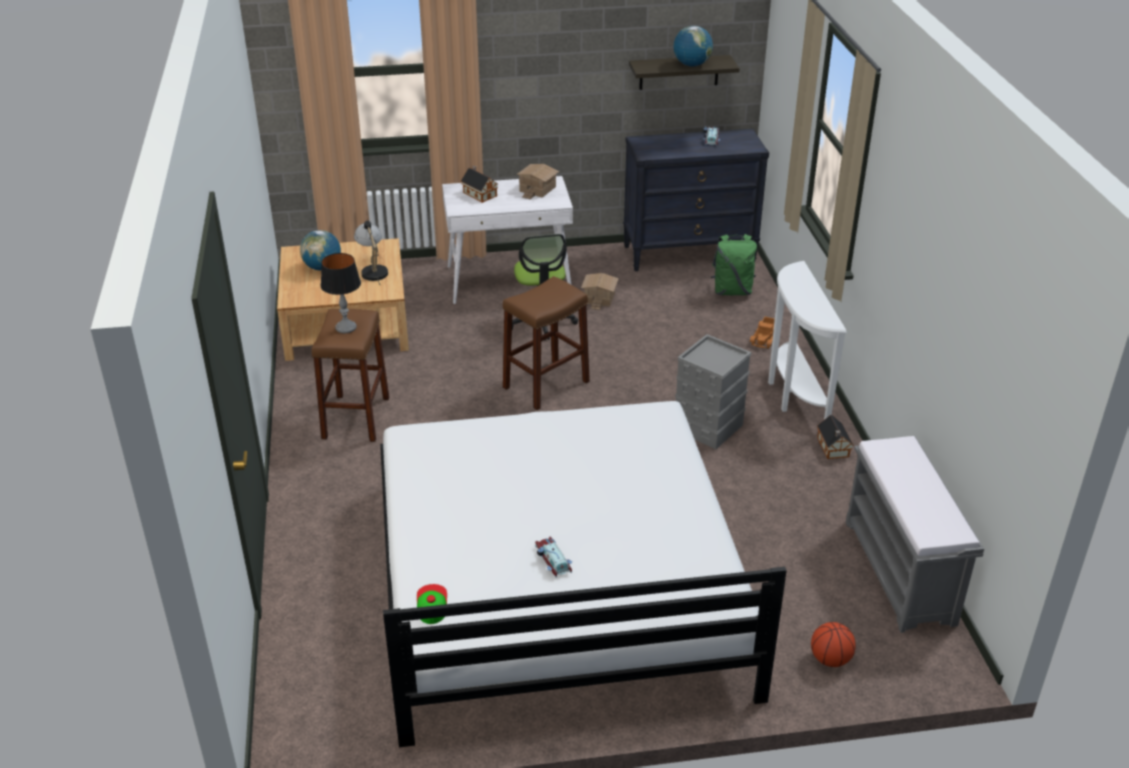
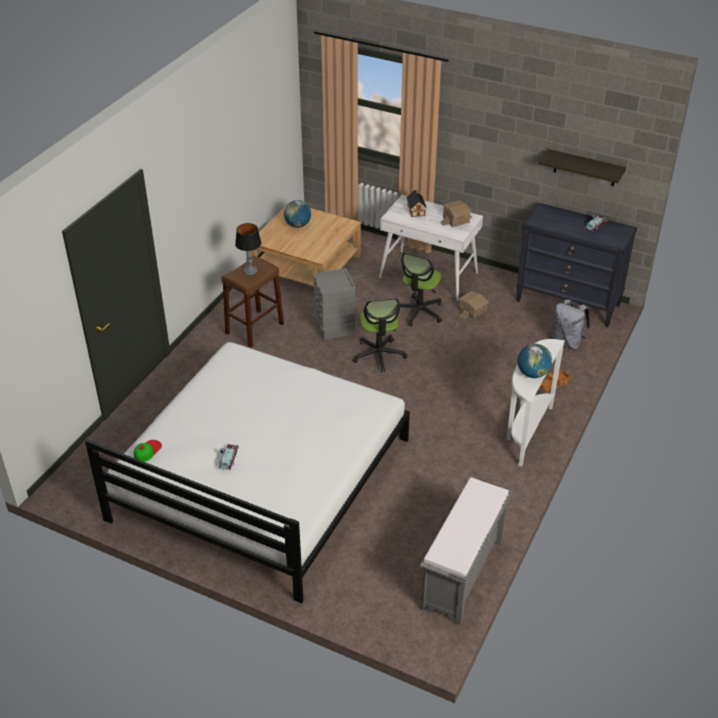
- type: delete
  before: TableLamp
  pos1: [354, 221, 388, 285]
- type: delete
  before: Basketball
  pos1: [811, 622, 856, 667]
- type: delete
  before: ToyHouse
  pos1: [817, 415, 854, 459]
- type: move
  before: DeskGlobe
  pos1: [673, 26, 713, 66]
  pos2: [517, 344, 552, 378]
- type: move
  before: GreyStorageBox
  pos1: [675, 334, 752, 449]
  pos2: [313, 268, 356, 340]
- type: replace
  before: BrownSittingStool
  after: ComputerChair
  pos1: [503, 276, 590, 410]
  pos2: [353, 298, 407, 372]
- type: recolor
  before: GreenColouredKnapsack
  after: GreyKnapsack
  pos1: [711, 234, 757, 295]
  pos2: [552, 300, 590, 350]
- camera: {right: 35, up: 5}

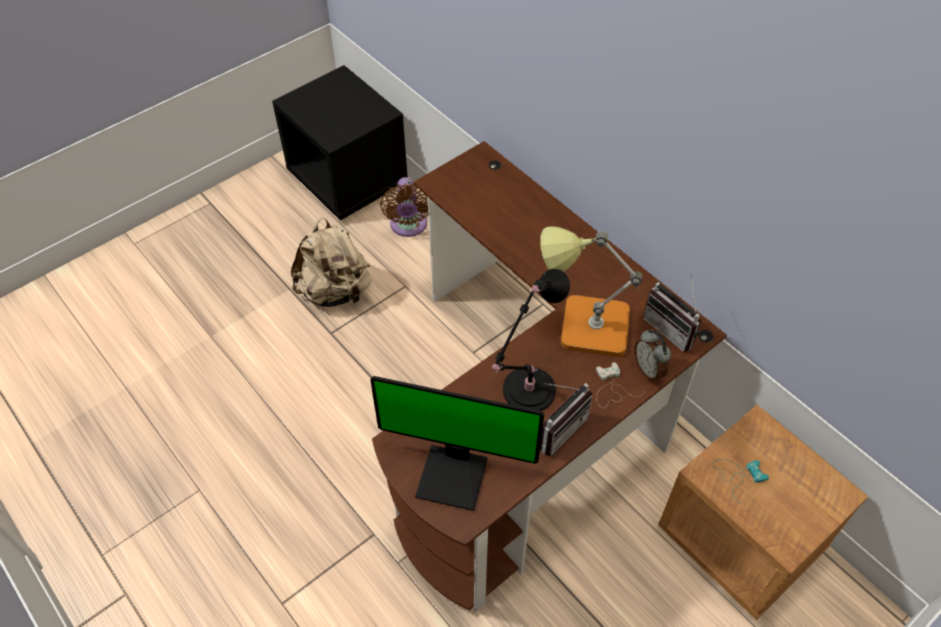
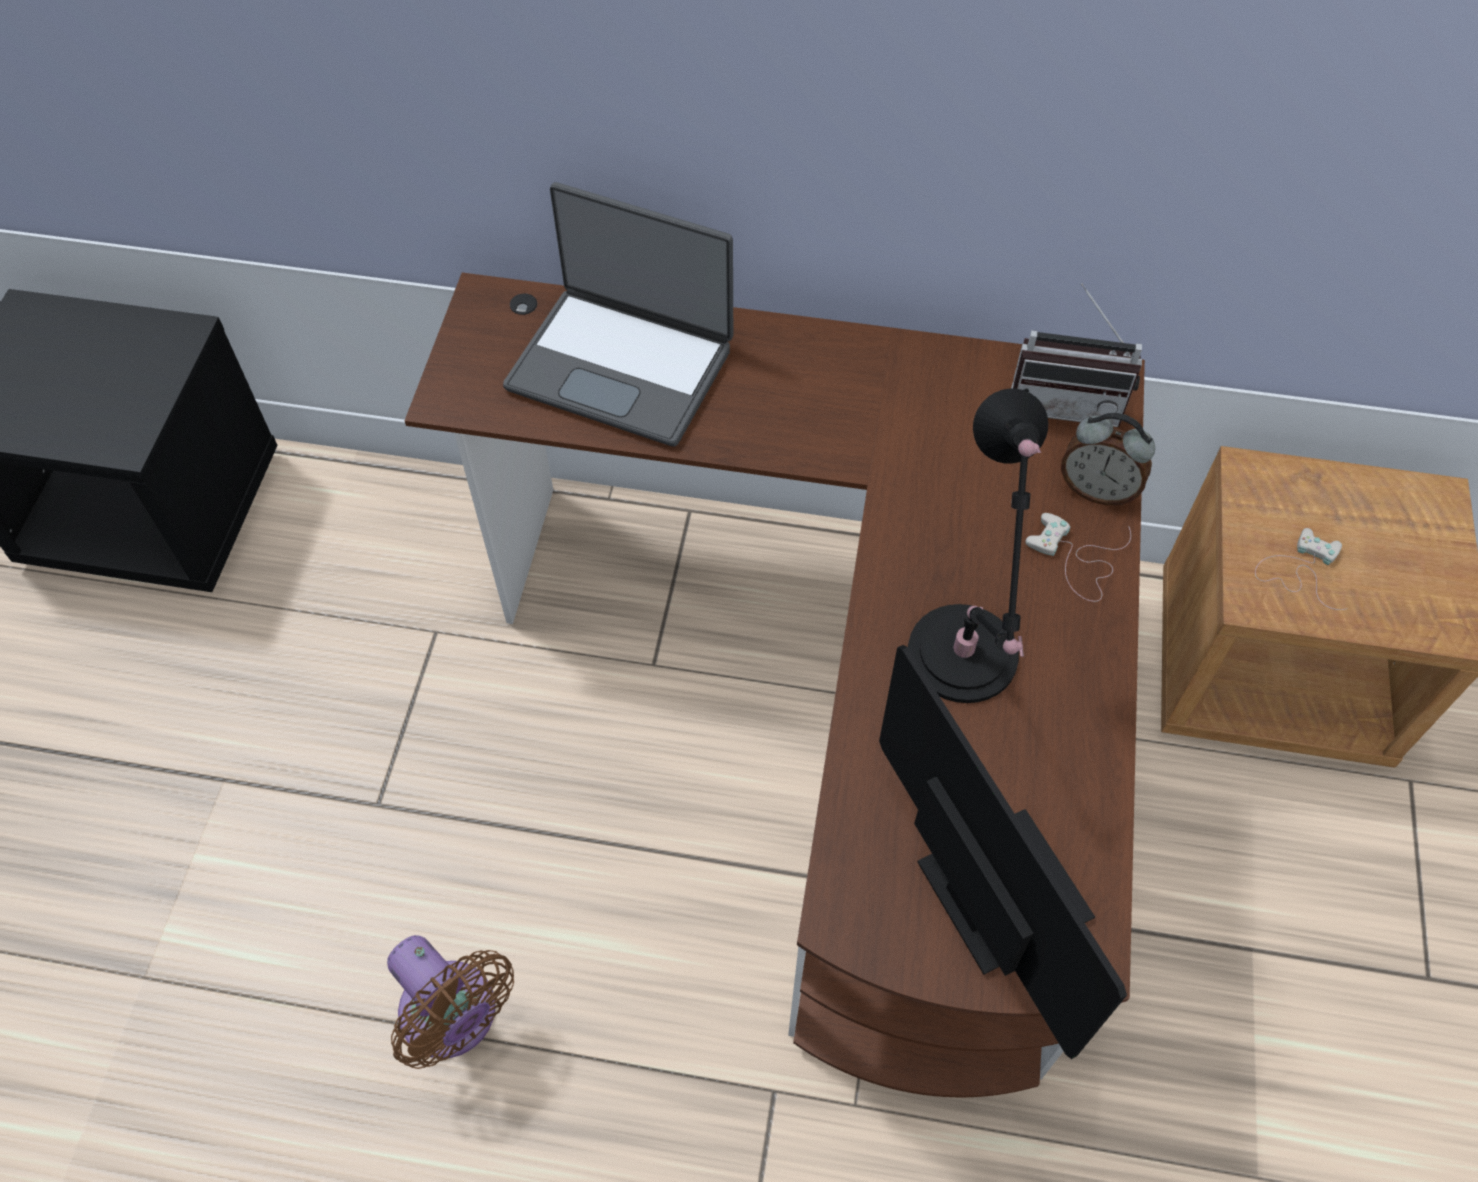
- type: delete
  before: BeigeColouredKnapsack
  pos1: [291, 217, 372, 307]
- type: delete
  before: TableLamp
  pos1: [540, 226, 642, 357]
- type: delete
  before: Radio
  pos1: [540, 383, 593, 456]
- type: insert
  after: PortableComputer
  pos2: [503, 182, 733, 446]
- type: move
  before: BrownFan
  pos1: [380, 177, 428, 237]
  pos2: [387, 935, 514, 1069]
- type: recolor
  before: TurquoiseJoypad
  after: WhitishJoypad
  pos1: [713, 459, 769, 504]
  pos2: [1255, 528, 1347, 610]
- type: rotate
  before: Monitor
  pos1: [370, 376, 544, 511]
  pos2: [879, 645, 1127, 1059]
  turn: -90
- camera: {right: -40, up: 5}

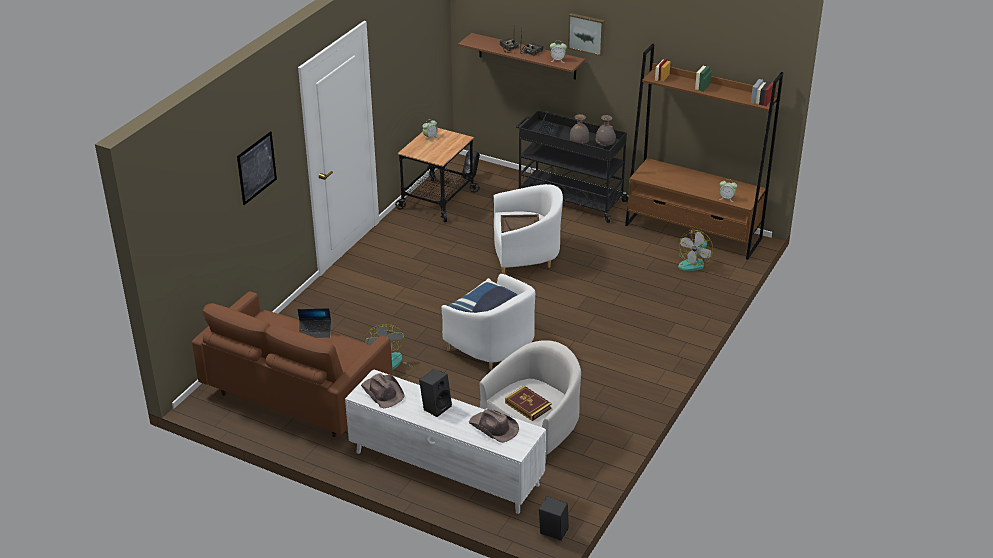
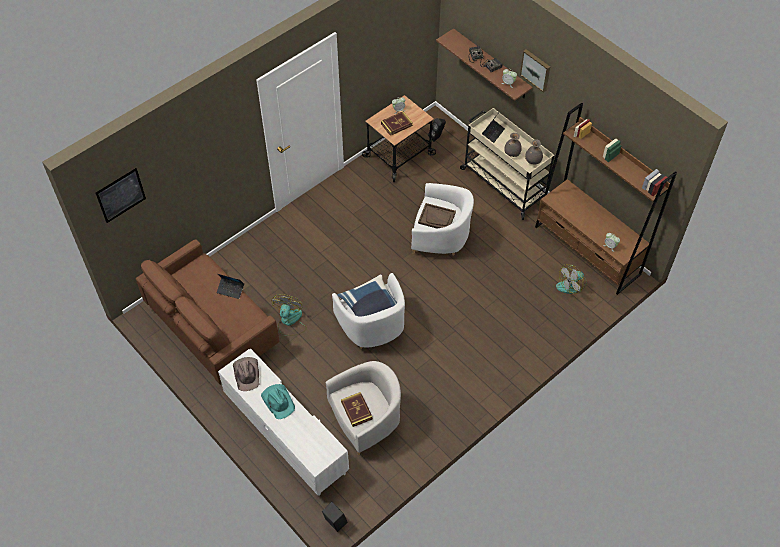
- type: delete
  before: BrownWearableHat
  pos1: [469, 409, 519, 443]
- type: insert
  after: BoundBook
  pos2: [381, 112, 413, 136]
- type: move
  before: Picture
  pos1: [237, 131, 277, 205]
  pos2: [96, 168, 146, 223]
- type: replace
  before: BlackAudioSpeaker
  after: TurquoiseWearableHat
  pos1: [419, 369, 452, 417]
  pos2: [261, 384, 295, 419]
- type: recolor
  before: BlackTrolley
  after: BeigeColouredTrolley
  pos1: [516, 110, 629, 223]
  pos2: [460, 108, 554, 220]
- camera: {right: 20, up: 20}

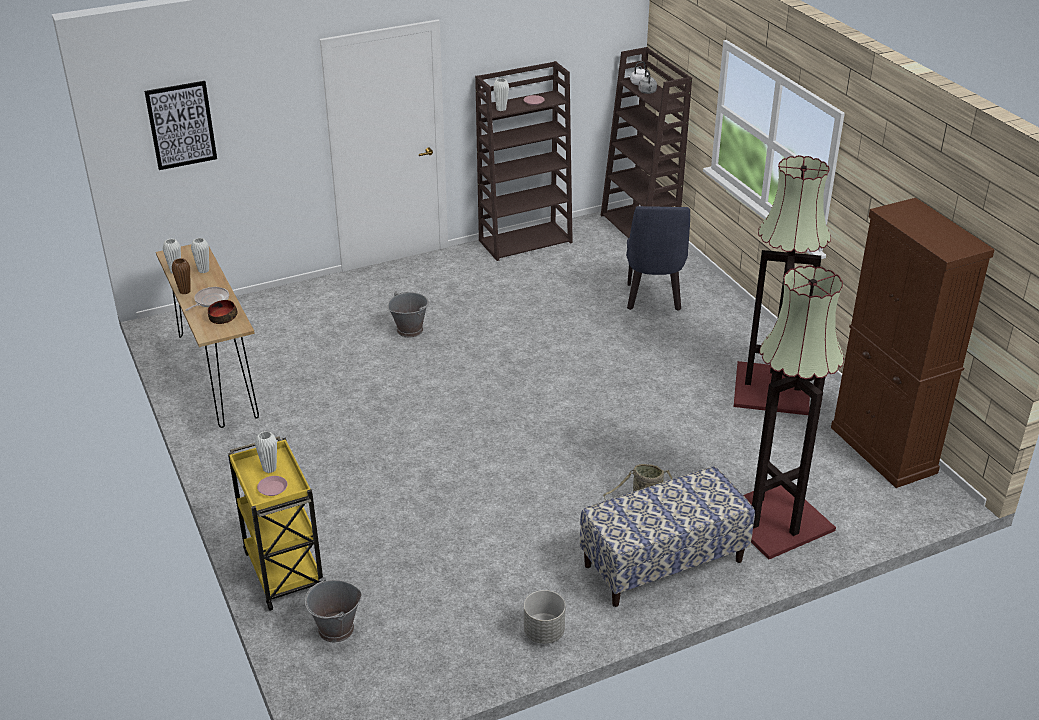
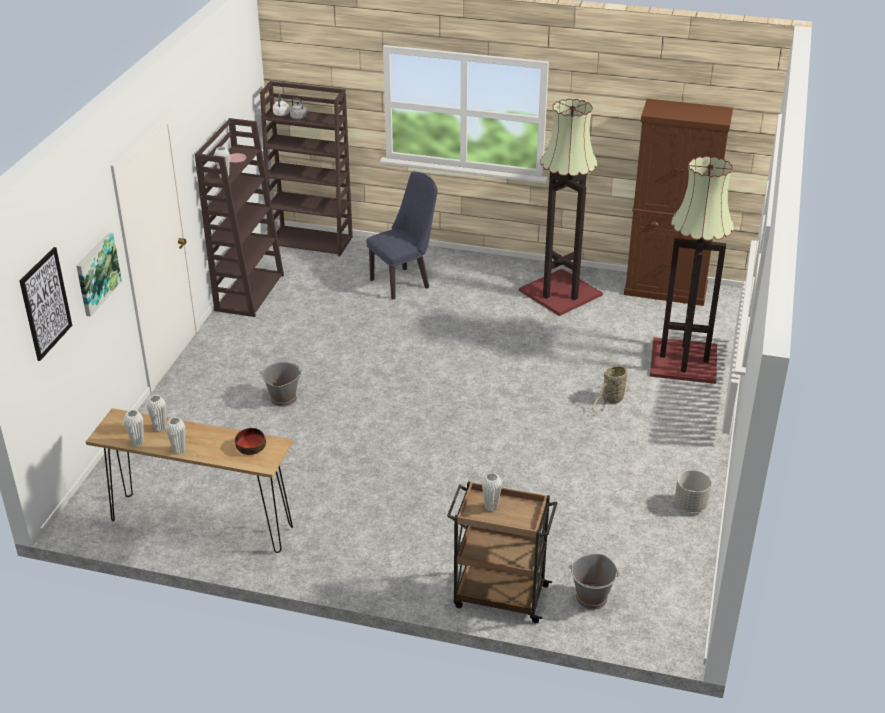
- type: delete
  before: Skillet
  pos1: [185, 287, 229, 311]
- type: delete
  before: PinkColouredDinnerPlate
  pos1: [257, 476, 288, 496]
- type: delete
  before: LongSeat
  pos1: [580, 466, 755, 607]
- type: insert
  after: Picture
  pos2: [76, 232, 122, 317]
- type: recolor
  before: BrownVase
  after: WhitishVase
  pos1: [172, 258, 191, 294]
  pos2: [166, 417, 185, 454]
- type: recolor
  before: YellowishTrolley
  after: BrownTrolley
  pos1: [228, 436, 323, 611]
  pos2: [447, 481, 557, 623]
- type: rotate
  before: BluishPlainChair
  pos1: [626, 206, 690, 311]
  pos2: [366, 171, 438, 299]
  turn: -75
- camera: {right: -50, up: 0}

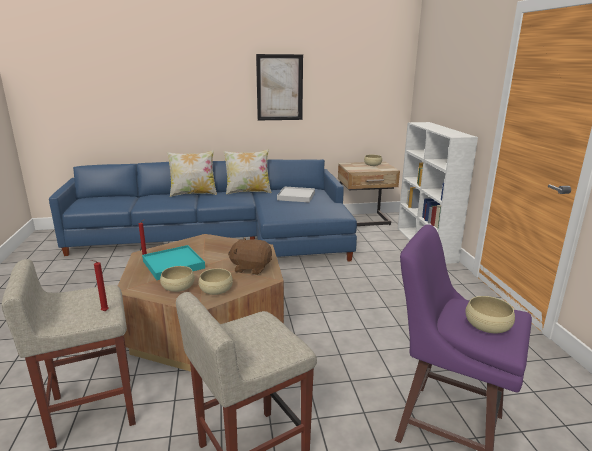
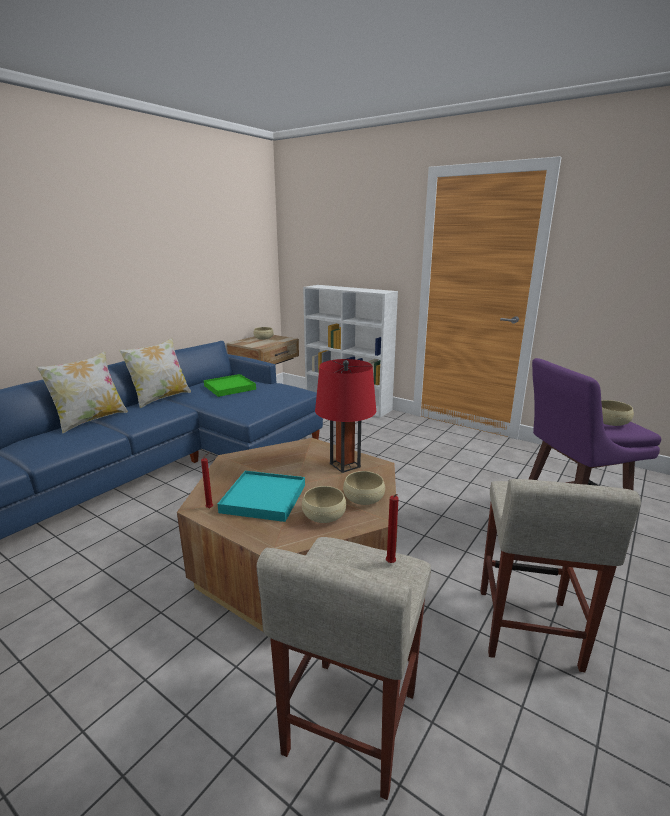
- type: delete
  before: Picture
  pos1: [256, 54, 303, 120]
- type: replace
  before: BrownSoftToy
  after: RedColouredTableLamp
  pos1: [228, 238, 272, 275]
  pos2: [315, 359, 376, 473]
- type: recolor
  before: WhitishServingTray
  after: GreenColouredServingTray
  pos1: [277, 186, 315, 203]
  pos2: [204, 374, 256, 397]
- camera: {right: -45, up: 0}

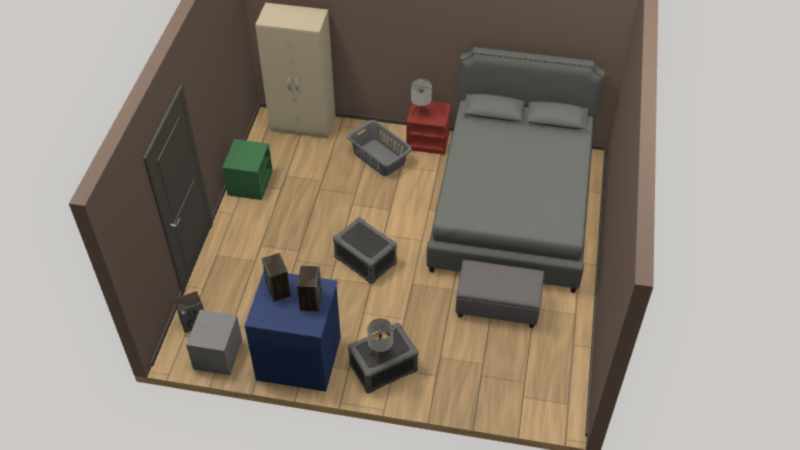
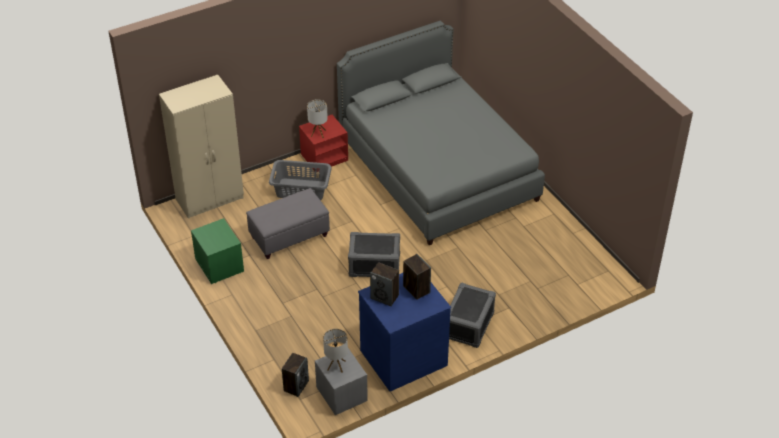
- type: move
  before: TableLamp
  pos1: [367, 318, 393, 365]
  pos2: [323, 329, 348, 373]
- type: move
  before: GreyOttoman
  pos1: [456, 260, 544, 328]
  pos2: [246, 188, 330, 259]
- camera: {right: -40, up: -5}

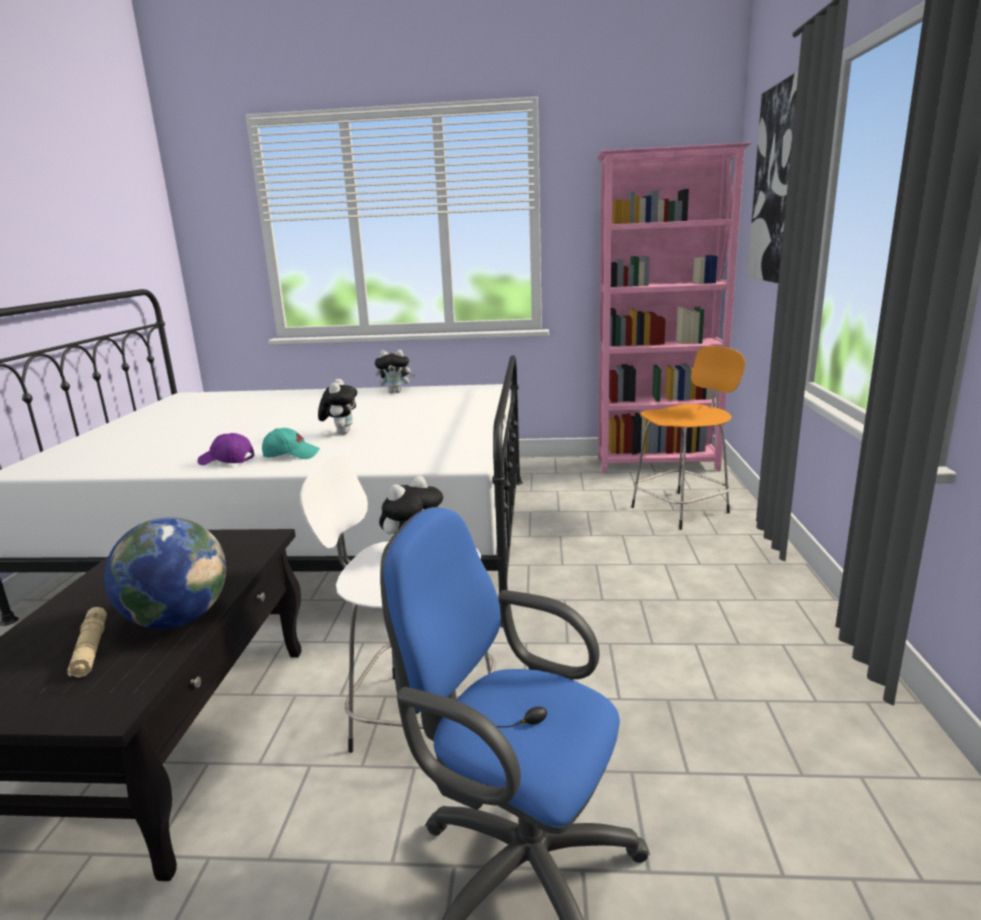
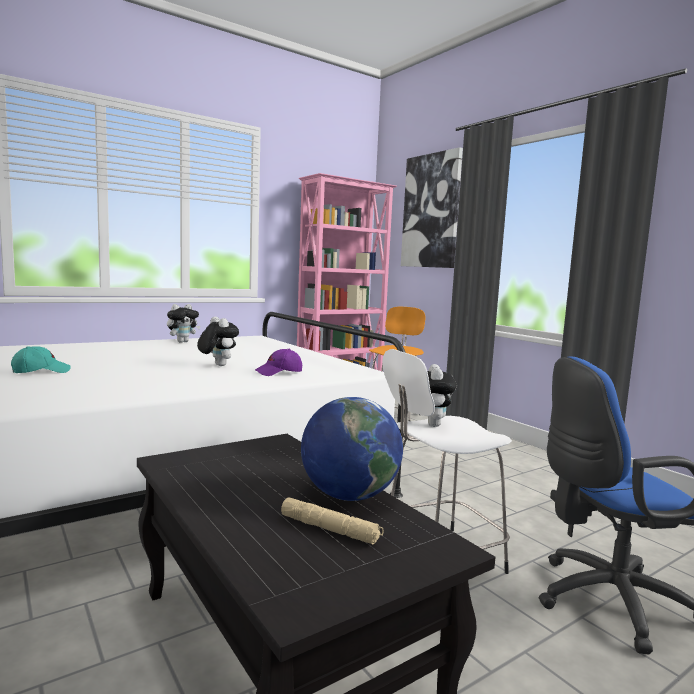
- type: move
  before: PurpleCap
  pos1: [198, 433, 254, 465]
  pos2: [255, 349, 302, 376]
- type: move
  before: TurquoiseCap
  pos1: [262, 428, 320, 459]
  pos2: [11, 346, 71, 373]
- camera: {right: -40, up: -10}

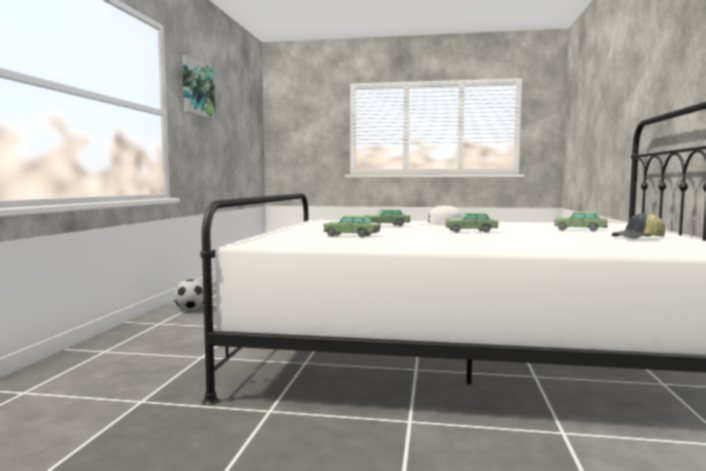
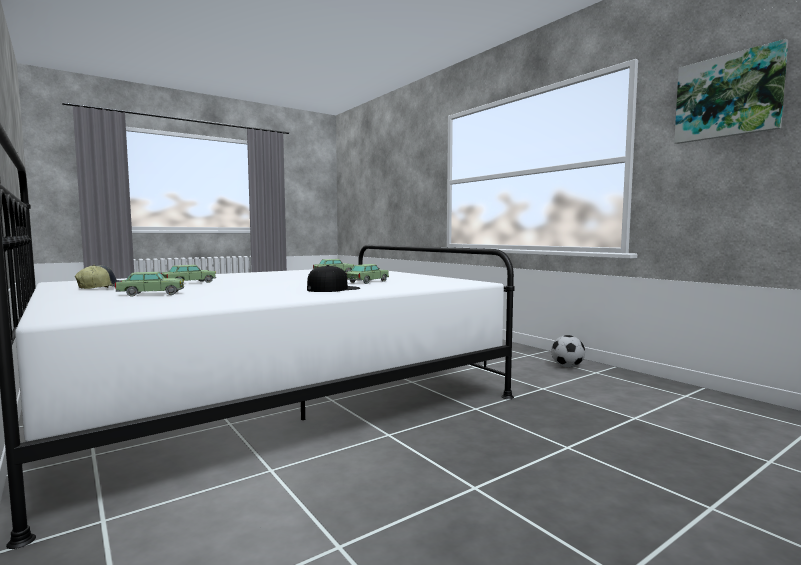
- type: move
  before: ModelCar
  pos1: [445, 213, 498, 233]
  pos2: [161, 265, 216, 283]
- type: recolor
  before: WhitishCap
  after: BlackCap
  pos1: [418, 205, 461, 225]
  pos2: [307, 265, 360, 292]
- camera: {right: 135, up: 0}

